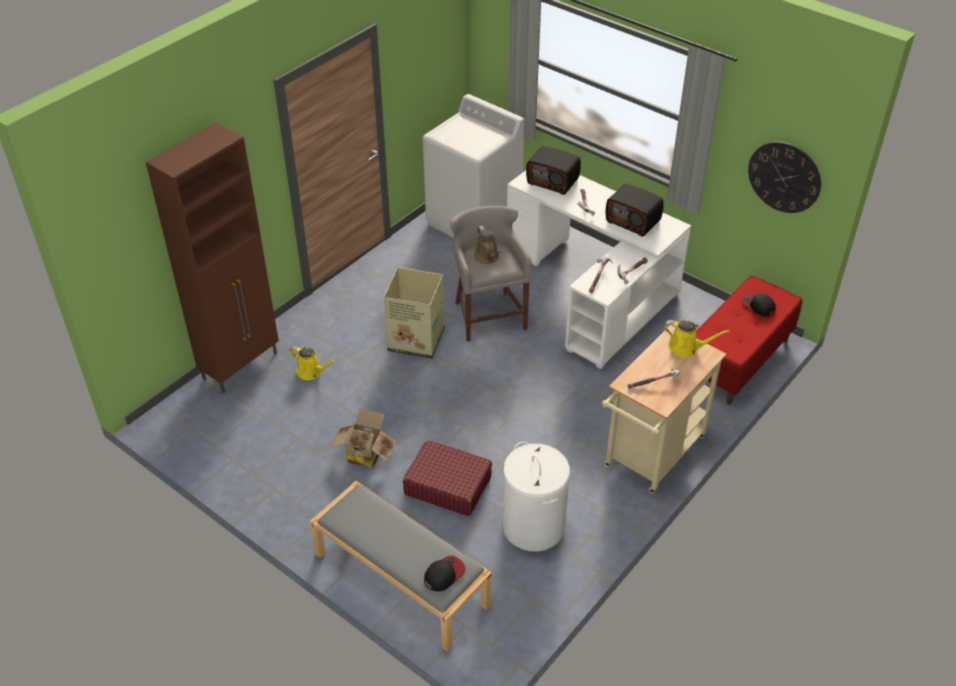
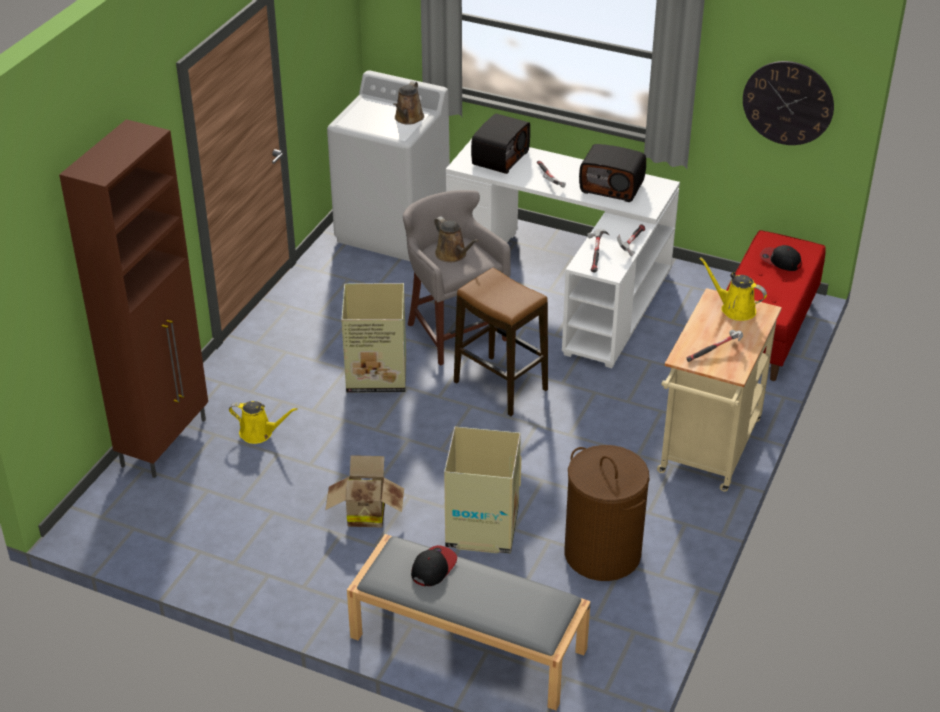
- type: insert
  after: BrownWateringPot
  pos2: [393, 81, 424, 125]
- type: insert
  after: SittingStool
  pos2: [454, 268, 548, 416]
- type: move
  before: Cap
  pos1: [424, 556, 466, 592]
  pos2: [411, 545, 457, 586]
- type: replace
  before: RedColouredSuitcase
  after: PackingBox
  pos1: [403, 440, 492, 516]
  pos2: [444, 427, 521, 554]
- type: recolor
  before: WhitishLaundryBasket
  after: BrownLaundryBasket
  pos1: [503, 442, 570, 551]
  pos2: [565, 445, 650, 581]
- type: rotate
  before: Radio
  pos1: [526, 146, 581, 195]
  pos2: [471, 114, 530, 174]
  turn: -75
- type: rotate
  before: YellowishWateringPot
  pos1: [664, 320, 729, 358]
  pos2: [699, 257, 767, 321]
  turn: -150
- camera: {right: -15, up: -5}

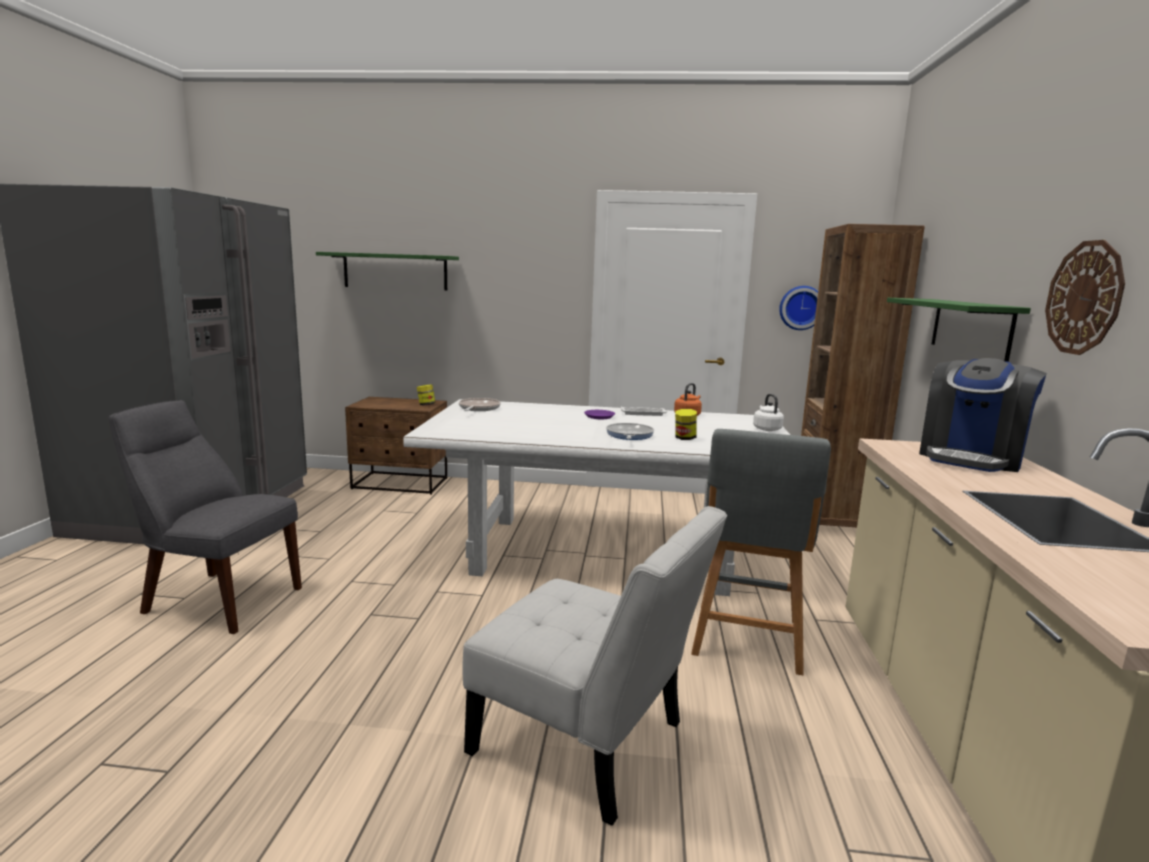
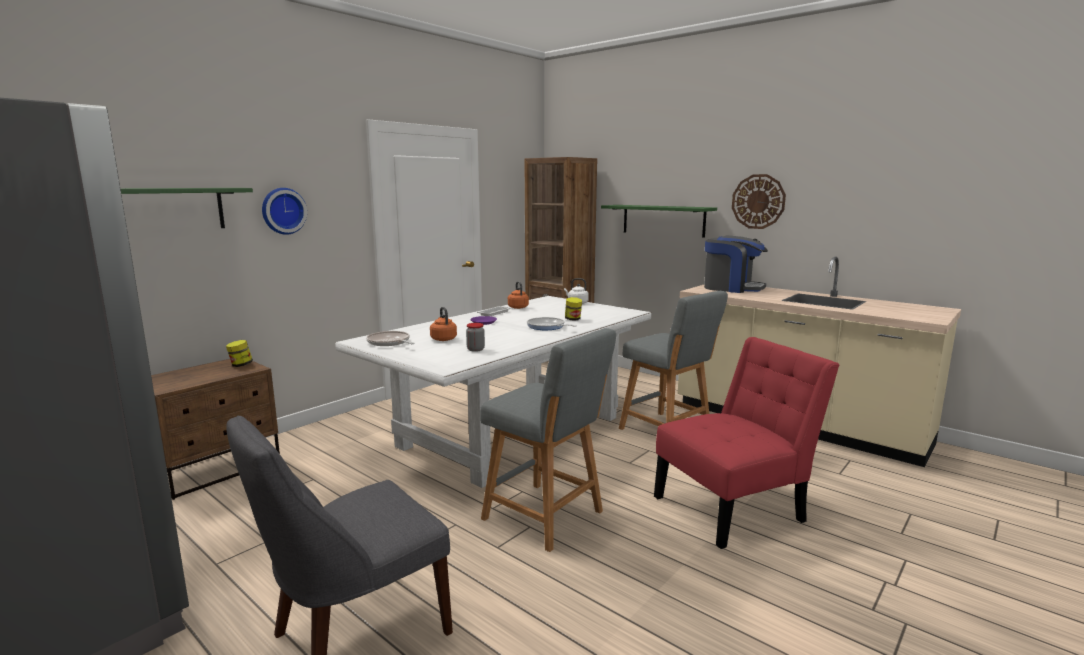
- type: insert
  after: OrangeTeaKettle
  pos2: [430, 307, 457, 341]
- type: insert
  after: Jar
  pos2: [466, 323, 485, 352]
- type: insert
  after: GreySittingStool
  pos2: [480, 328, 616, 552]
- type: move
  before: HangingClock
  pos1: [779, 286, 818, 330]
  pos2: [262, 188, 307, 235]
- type: recolor
  before: WhitishPlainChair
  after: RedColouredPlainChair
  pos1: [462, 506, 727, 826]
  pos2: [654, 337, 839, 549]
- type: rotate
  before: CoffeeBrewer
  pos1: [919, 358, 1047, 472]
  pos2: [704, 236, 768, 293]
  turn: -45
- camera: {right: -55, up: 0}

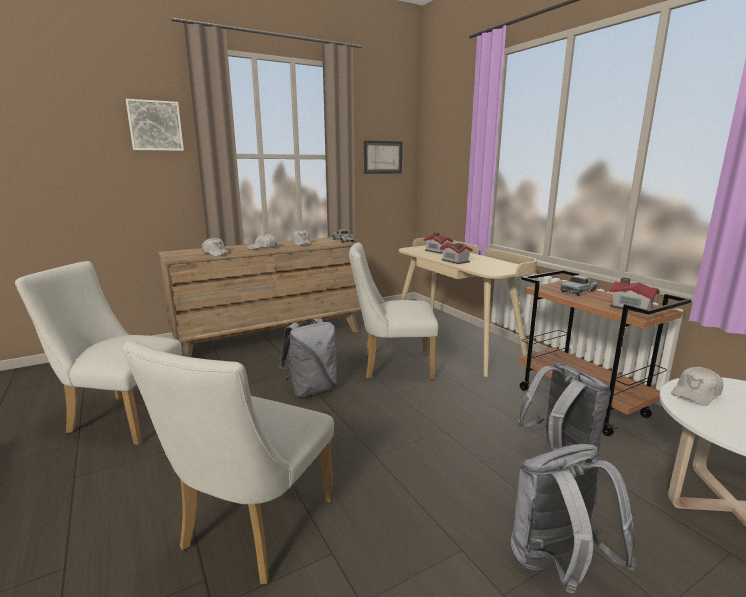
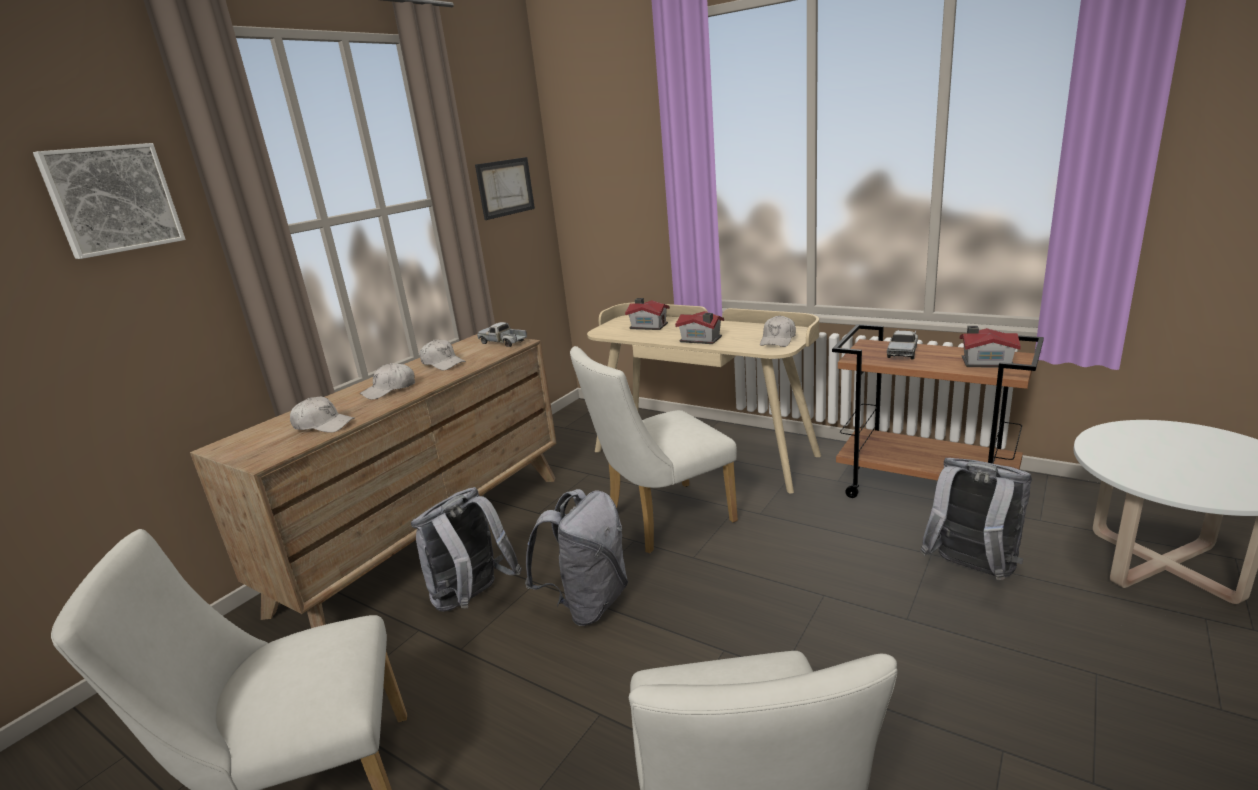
- type: move
  before: GreyKnapsack
  pos1: [511, 444, 636, 594]
  pos2: [411, 487, 522, 612]
- type: move
  before: WhitishCap
  pos1: [671, 367, 723, 406]
  pos2: [760, 315, 796, 347]
- camera: {right: -25, up: 5}

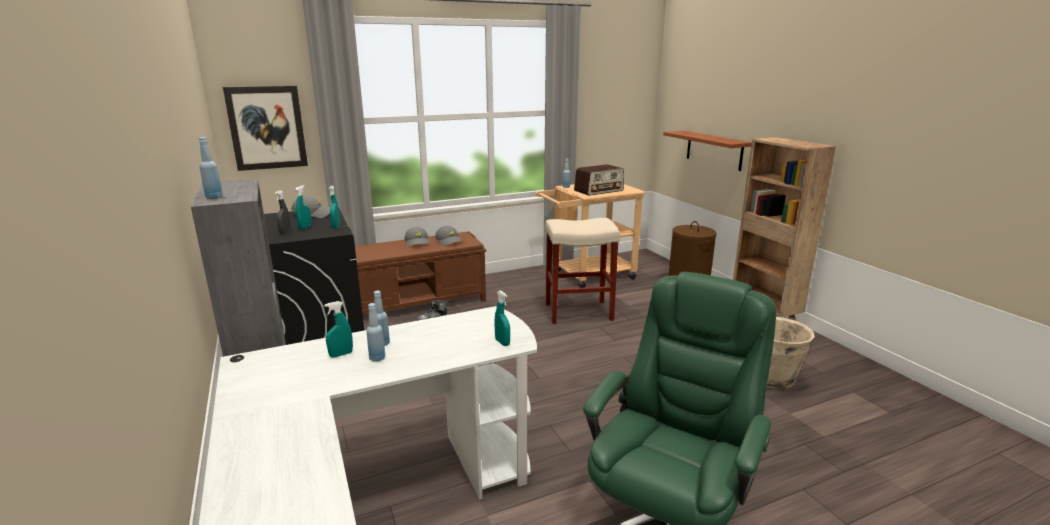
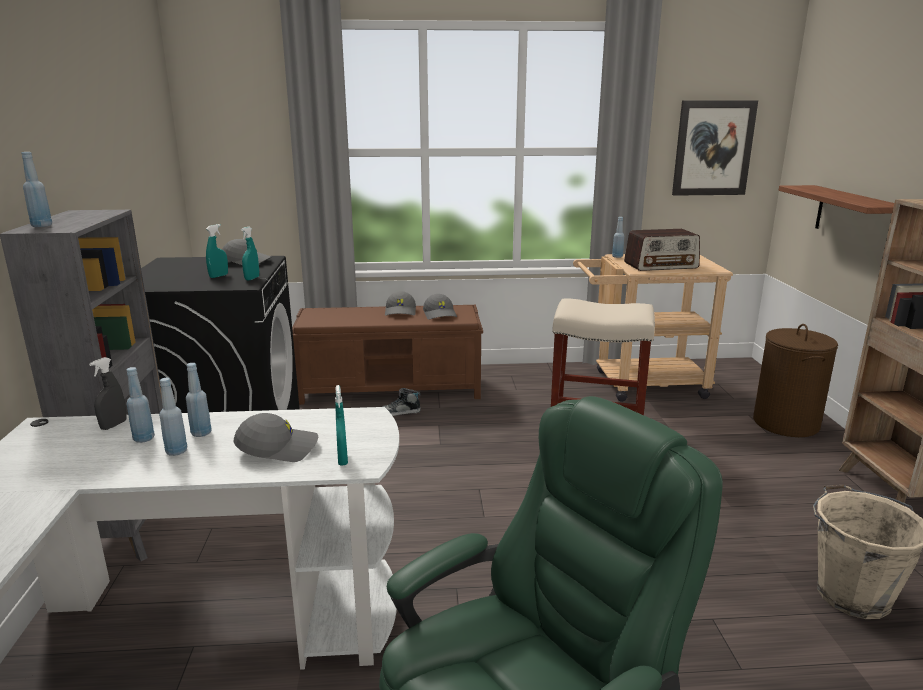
- type: insert
  after: GreyCap
  pos2: [234, 413, 318, 462]
- type: move
  before: Picture
  pos1: [223, 86, 308, 171]
  pos2: [672, 100, 758, 196]
- type: move
  before: GreySprayer
  pos1: [275, 190, 291, 234]
  pos2: [89, 357, 127, 430]
- type: replace
  before: TurquoiseSprayer
  after: BluishBottle
  pos1: [324, 301, 353, 358]
  pos2: [126, 367, 155, 443]
- camera: {right: 20, up: 0}

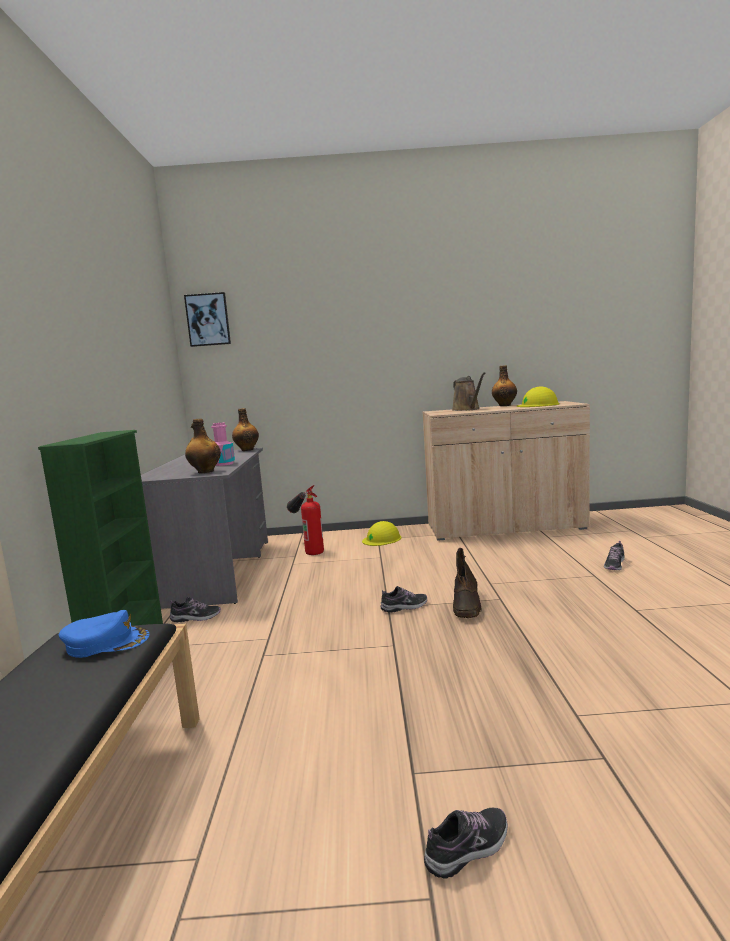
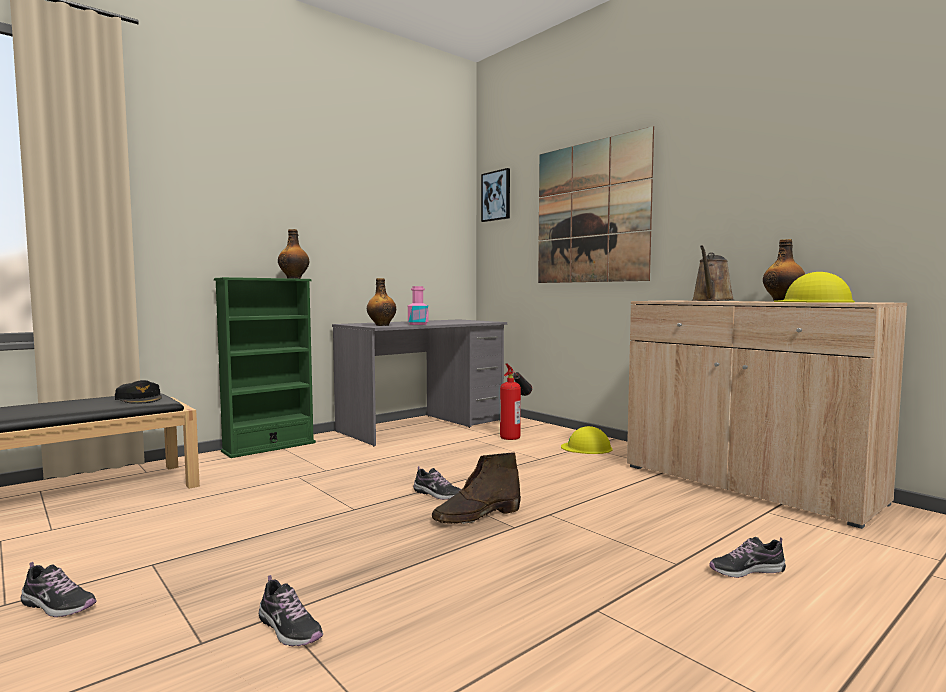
- type: insert
  after: Picture
  pos2: [538, 126, 654, 283]
- type: move
  before: ItemOfFootwear
  pos1: [170, 597, 221, 623]
  pos2: [259, 575, 323, 646]
- type: move
  before: Bottle
  pos1: [232, 408, 259, 451]
  pos2: [278, 229, 309, 279]
- type: recolor
  before: BluishCap
  after: BlackCap
  pos1: [59, 610, 149, 658]
  pos2: [115, 380, 162, 404]
- camera: {right: 50, up: -5}

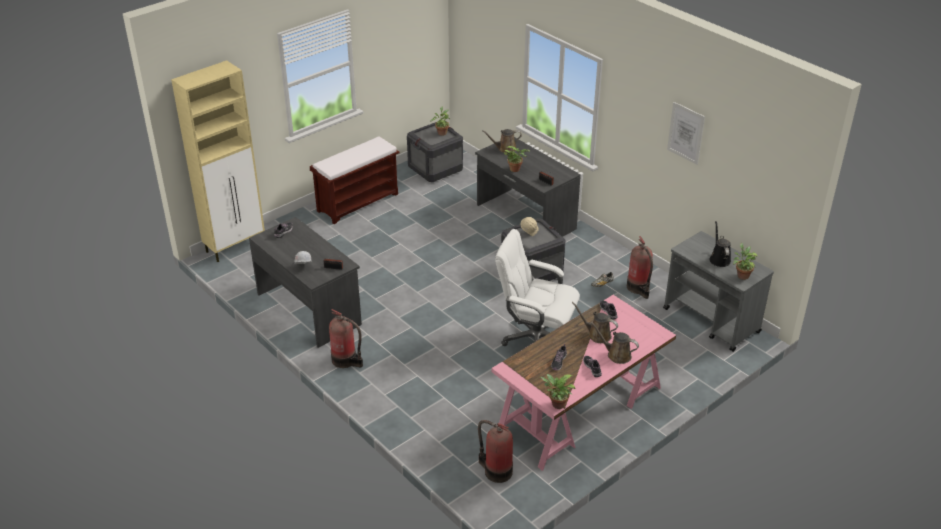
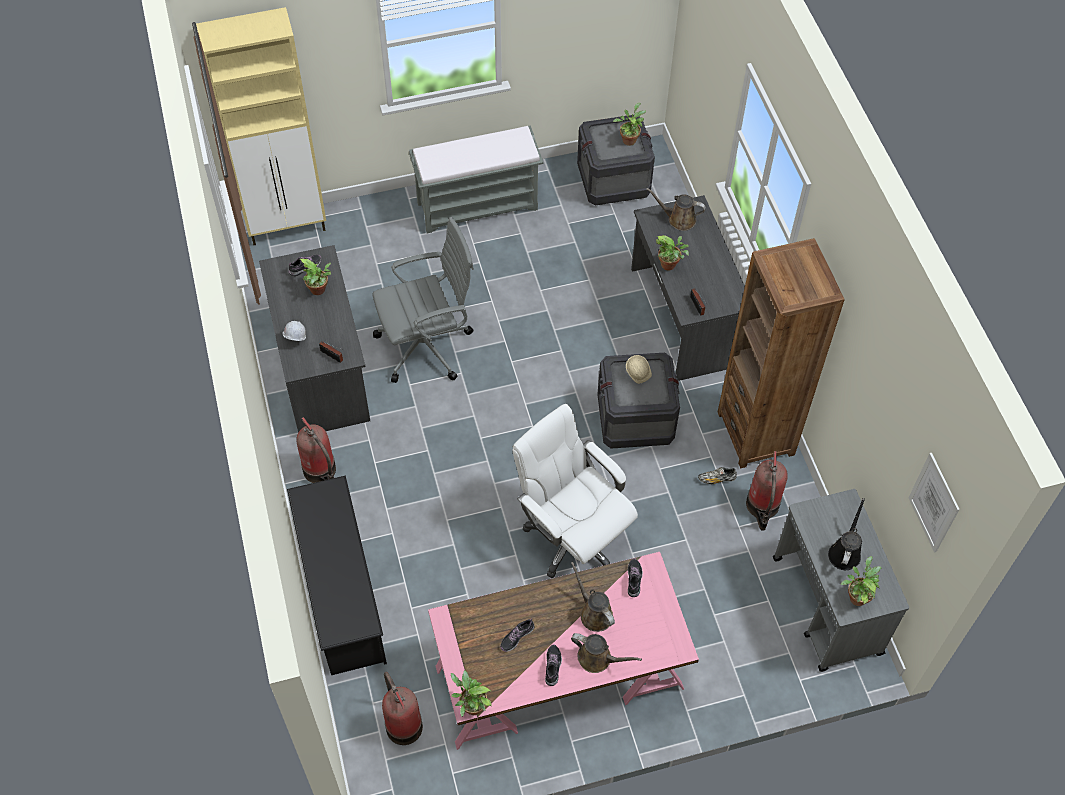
- type: insert
  after: BlackShoeRack
  pos2: [287, 476, 387, 675]
- type: insert
  after: PlantInAPot
  pos2: [300, 259, 332, 295]
- type: insert
  after: GreyComputerChair
  pos2: [372, 217, 474, 383]
- type: insert
  after: BrownBookshelf
  pos2: [718, 238, 845, 468]
- type: move
  before: Picture
  pos1: [667, 102, 705, 165]
  pos2: [908, 453, 960, 553]
- type: recolor
  before: BrownLongSeat
  after: GreyLongSeat
  pos1: [310, 136, 400, 224]
  pos2: [409, 125, 543, 234]
- type: rotate
  before: BrownWateringPot
  pos1: [591, 322, 639, 364]
  pos2: [571, 633, 642, 673]
  turn: 150
- camera: {right: 25, up: 20}

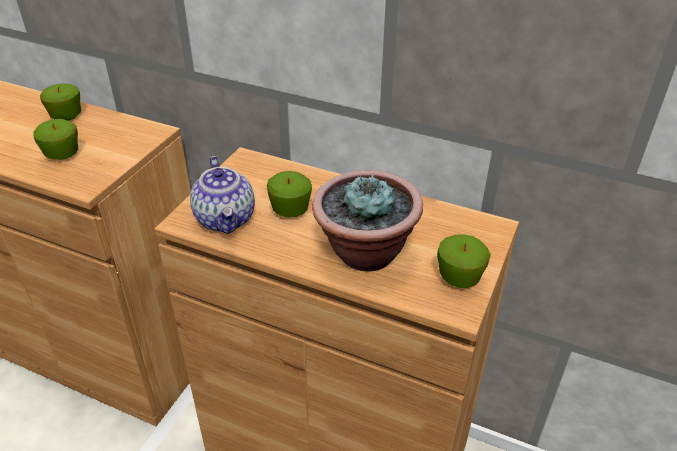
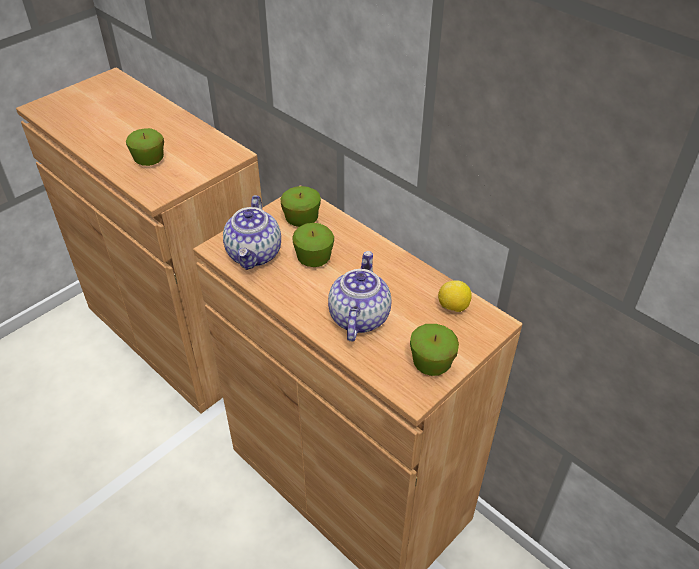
- type: insert
  after: Lemon
  pos2: [438, 280, 472, 312]
- type: move
  before: Apple
  pos1: [40, 83, 81, 121]
  pos2: [281, 186, 321, 227]
- type: replace
  before: PlantInAPot
  after: TeaPot
  pos1: [312, 171, 423, 272]
  pos2: [328, 251, 391, 341]
- camera: {right: 20, up: 5}

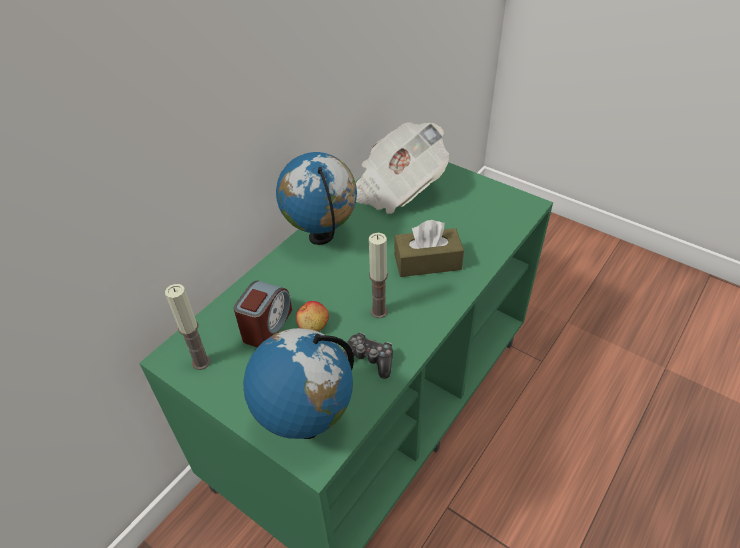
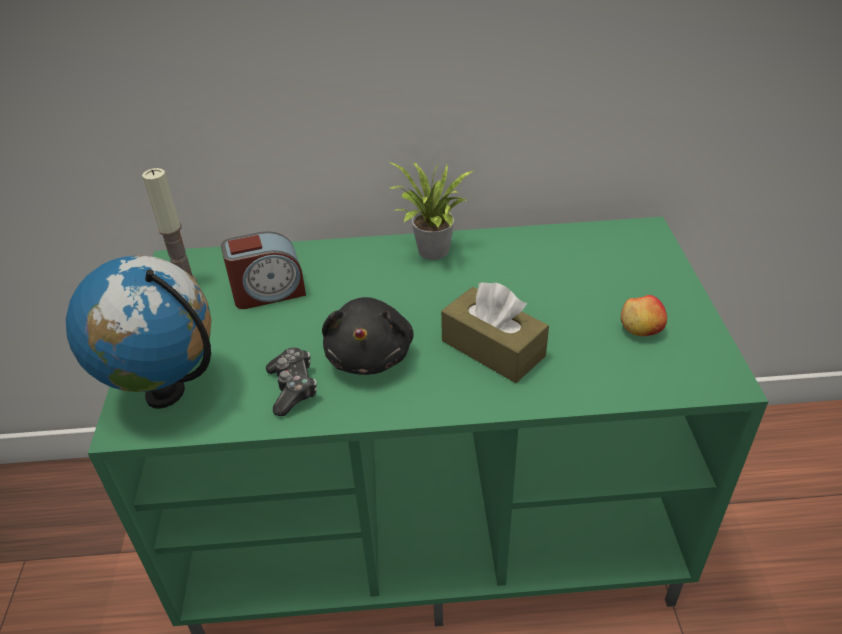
- type: delete
  before: PrintedPaper
  pos1: [356, 122, 449, 214]
- type: move
  before: Apple
  pos1: [296, 301, 329, 332]
  pos2: [621, 295, 667, 336]
- type: replace
  before: DeskGlobe
  after: PlantInAPot
  pos1: [276, 152, 357, 245]
  pos2: [387, 162, 473, 260]
- type: replace
  before: Candle
  after: BlackSoftToy
  pos1: [369, 233, 388, 318]
  pos2: [322, 297, 414, 375]
- camera: {right: 50, up: -5}

